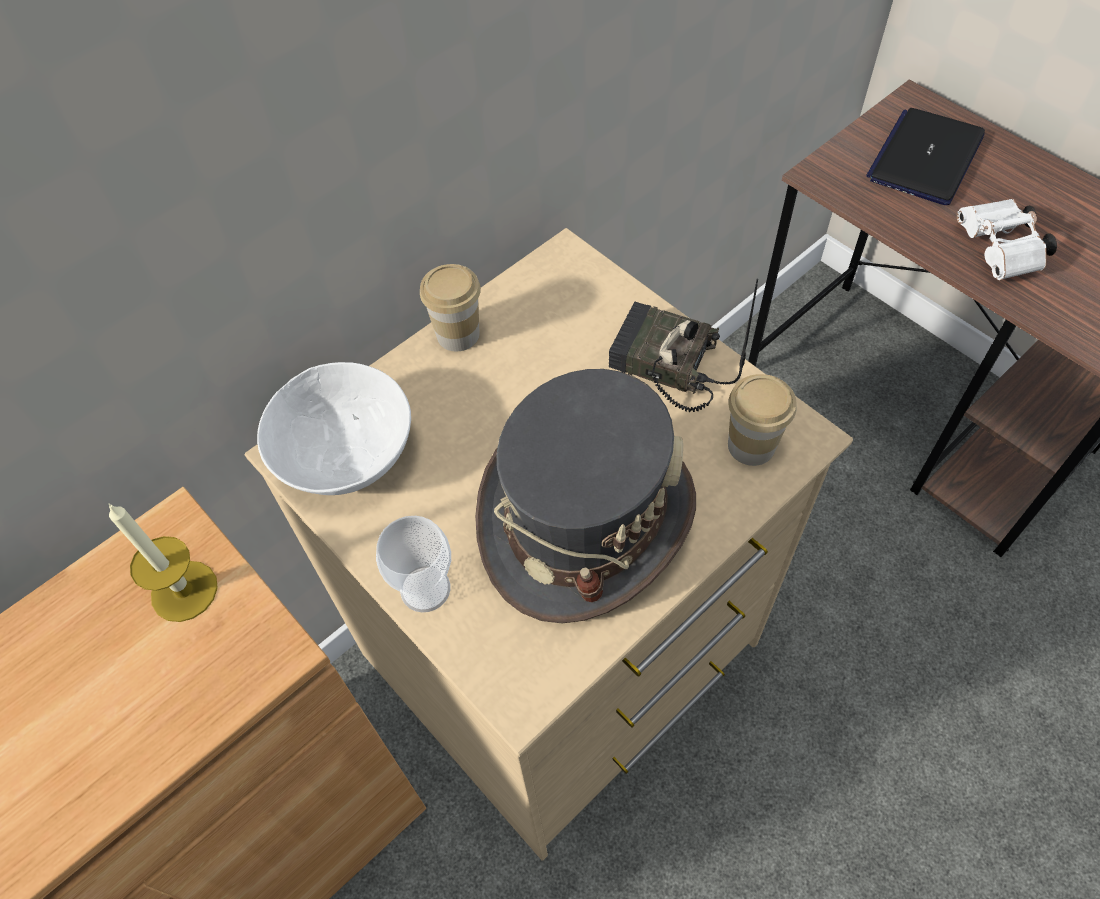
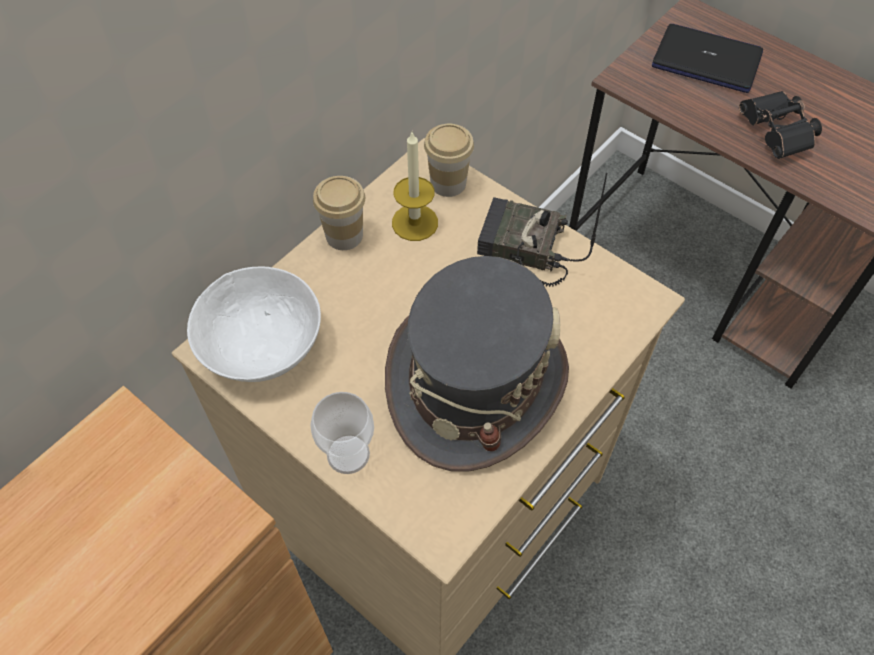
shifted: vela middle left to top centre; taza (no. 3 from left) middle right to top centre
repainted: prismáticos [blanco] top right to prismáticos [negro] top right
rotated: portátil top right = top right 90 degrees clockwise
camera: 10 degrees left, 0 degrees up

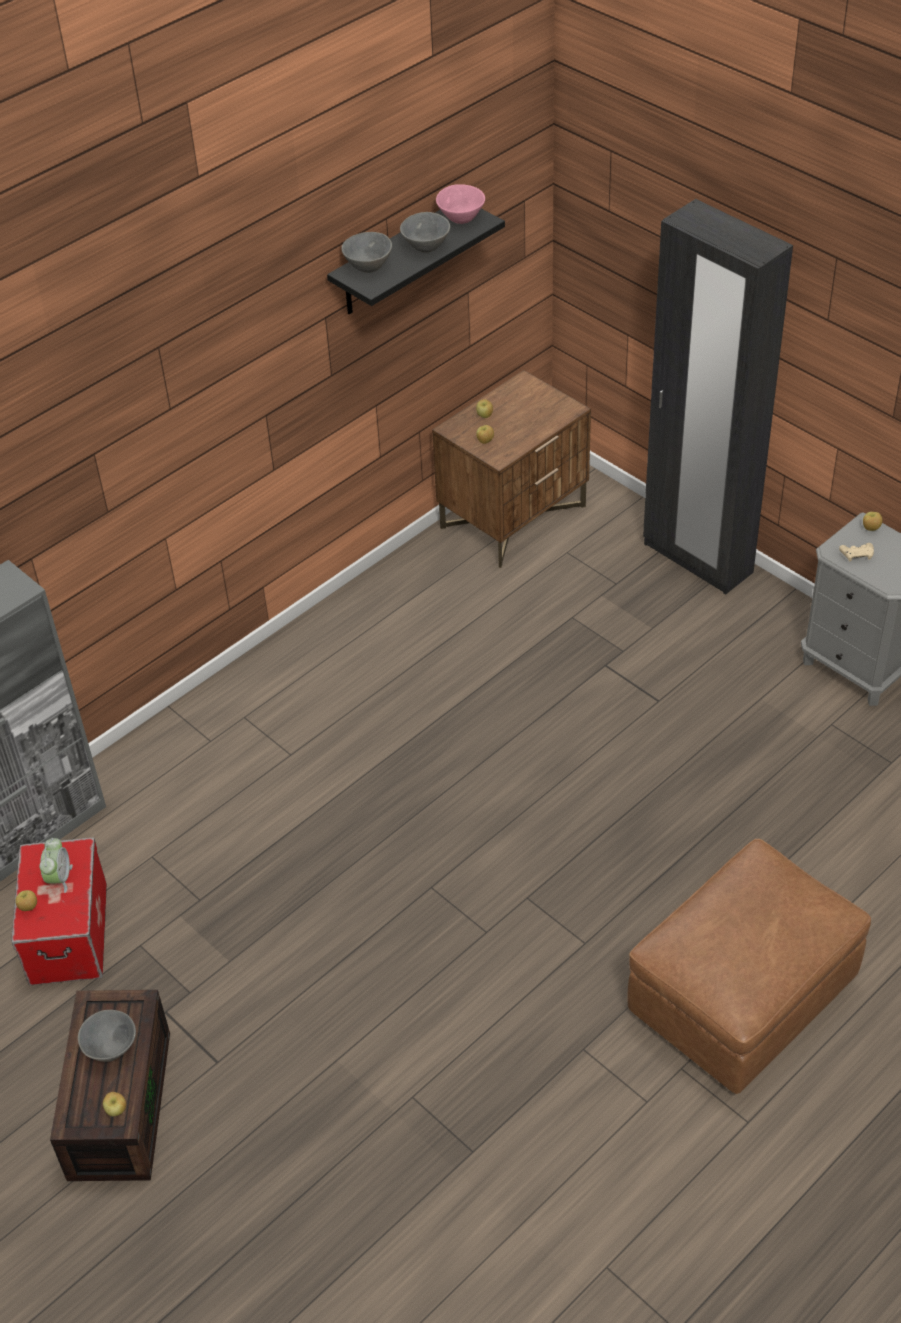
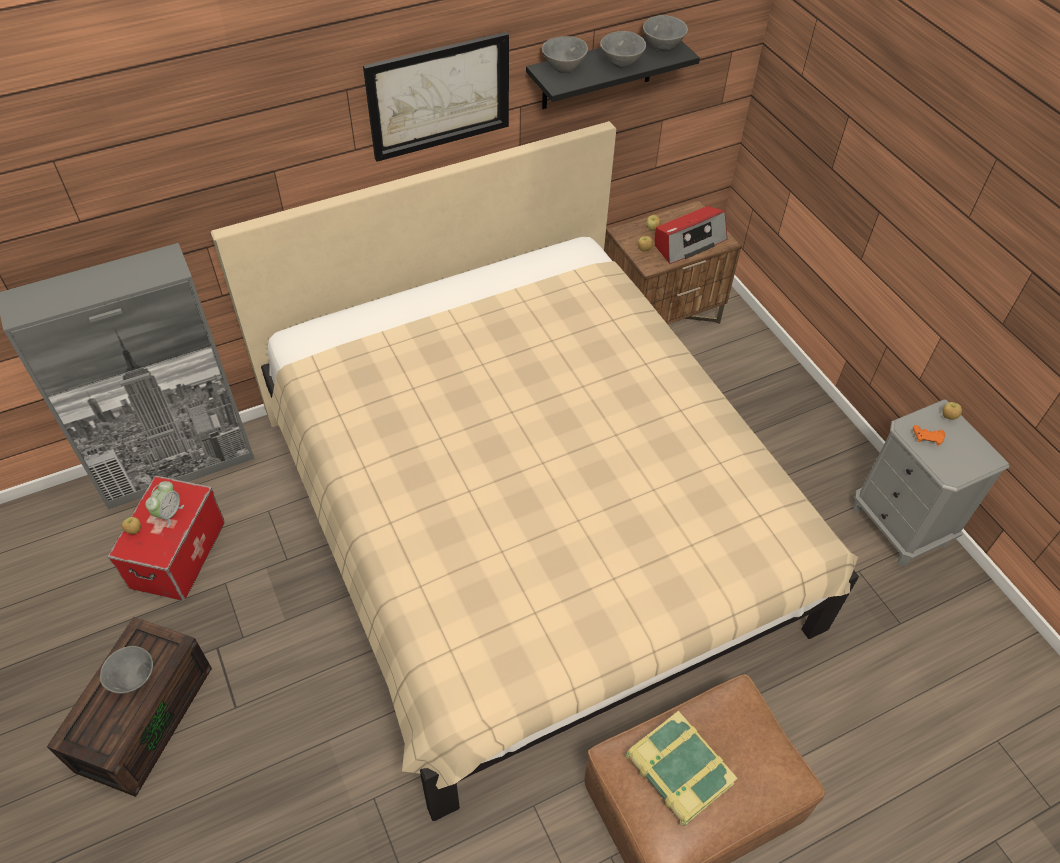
gone: manzana (no. 2 from left) bottom left; armario ropero [negro] top right
new: cama [beis] centre; cuadro top centre; libro bottom centre; radio top centre
repainted: cuenco [rosa] top centre to cuenco [gris] (no. 4 from left) top centre; mando de consola [beis] middle right to mando de consola [naranja] middle right
camera: 15 degrees right, 5 degrees up

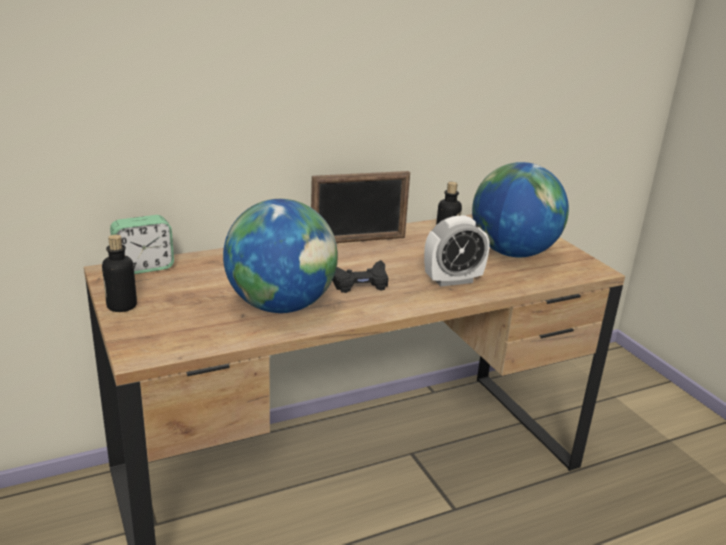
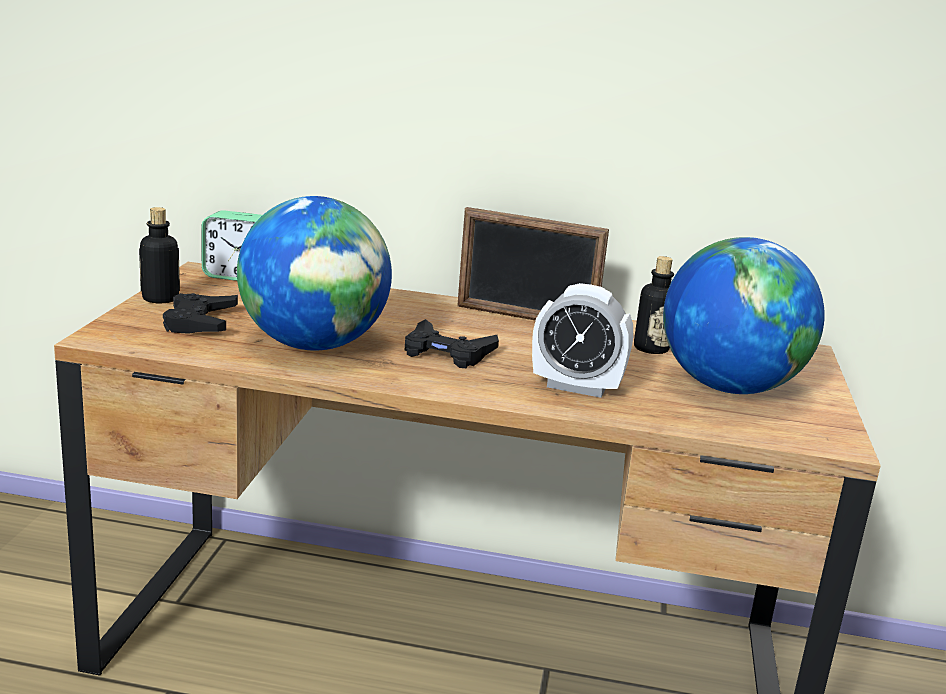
new: mando de consola [negro] (no. 1 from left) middle left
camera: 35 degrees right, 5 degrees down

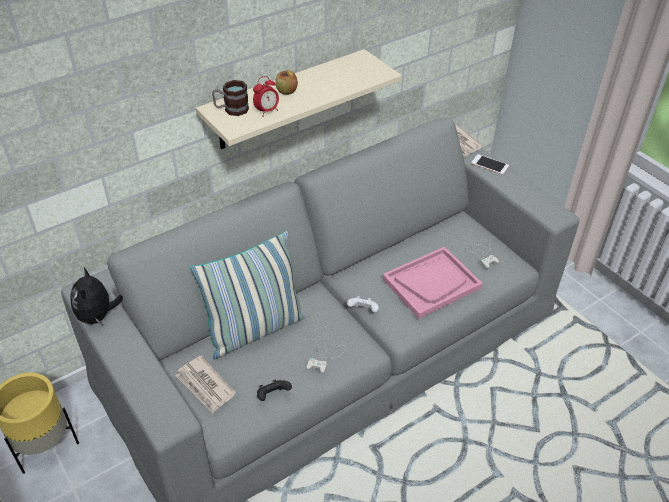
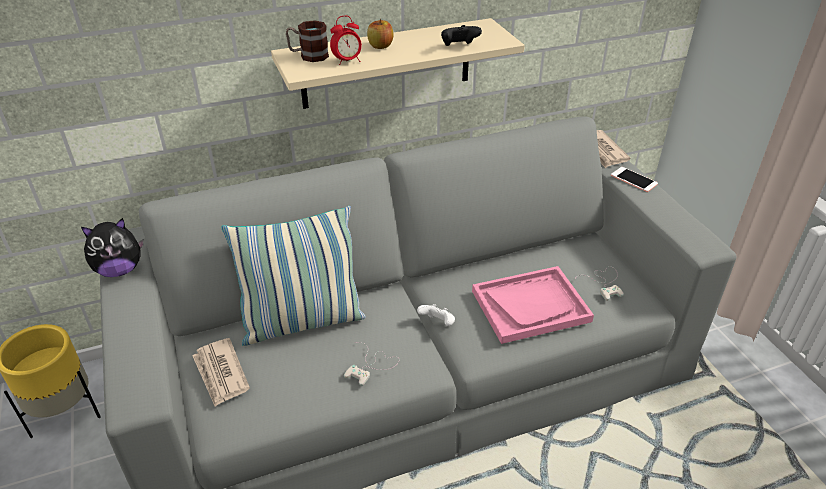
shifted: mando de consola [negro] bottom centre to top centre
rotated: peluche middle left = middle left 120 degrees counterclockwise
camera: 15 degrees right, 5 degrees down

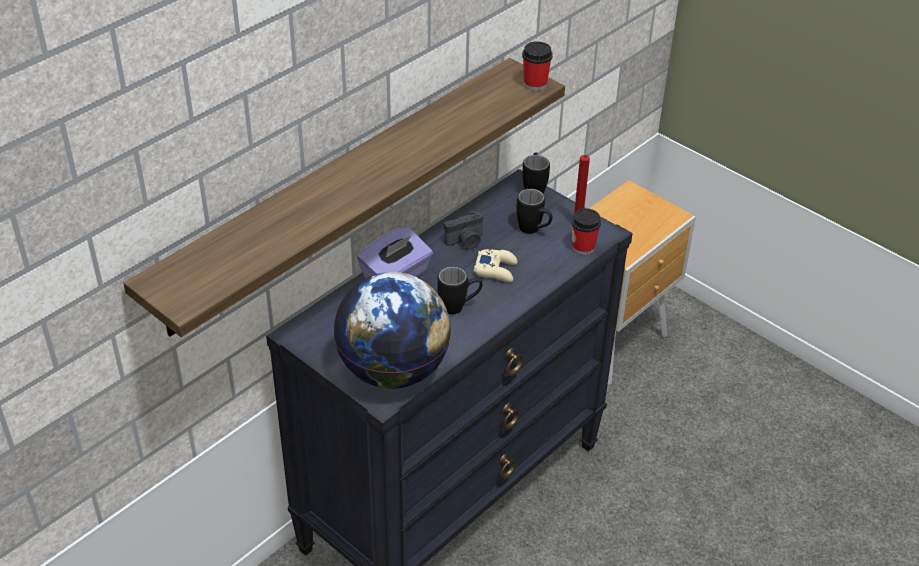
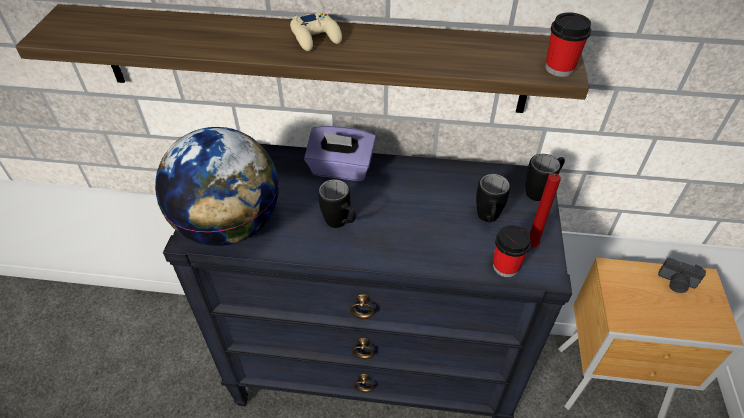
shifted: cámara centre to middle right; mando de consola [beis] centre to top centre
camera: 55 degrees right, 5 degrees up

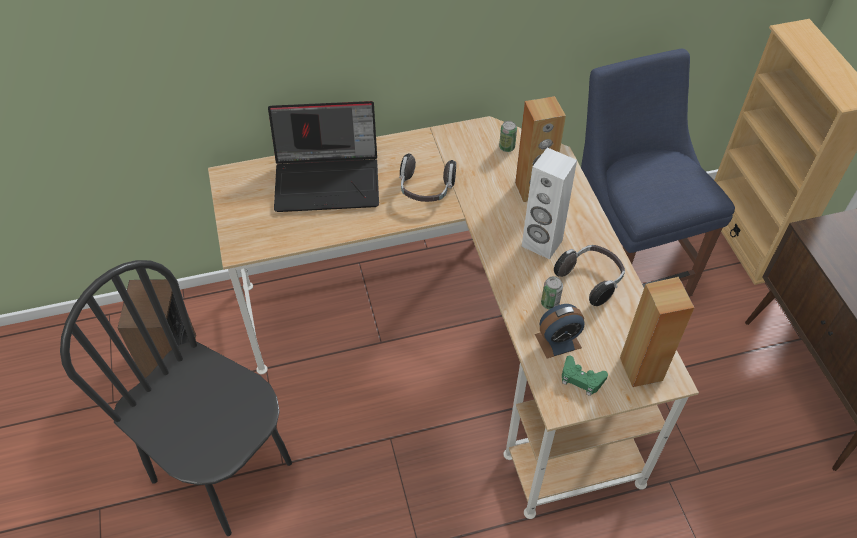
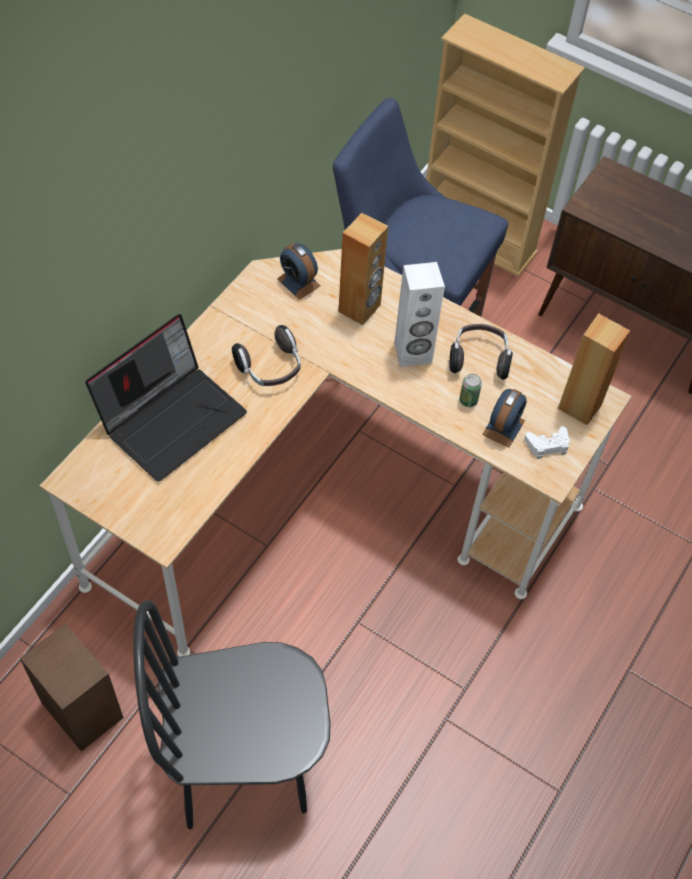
swapped: lata (no. 1 from left) top centre to despertador (no. 1 from left) top centre
repainted: mando de consola [verde] bottom right to mando de consola [blanco] middle right
camera: 45 degrees left, 5 degrees up

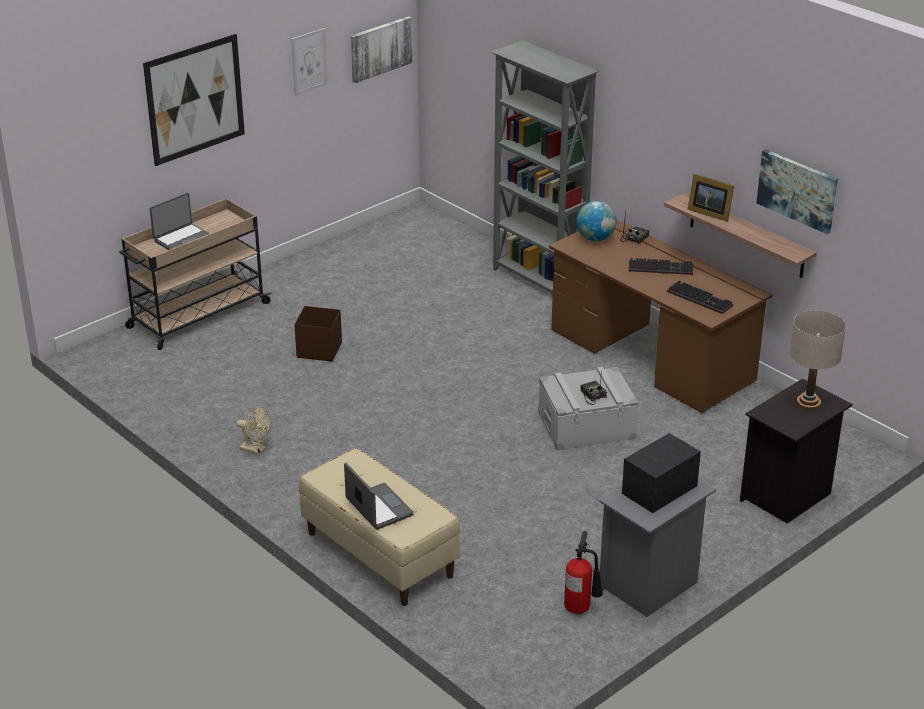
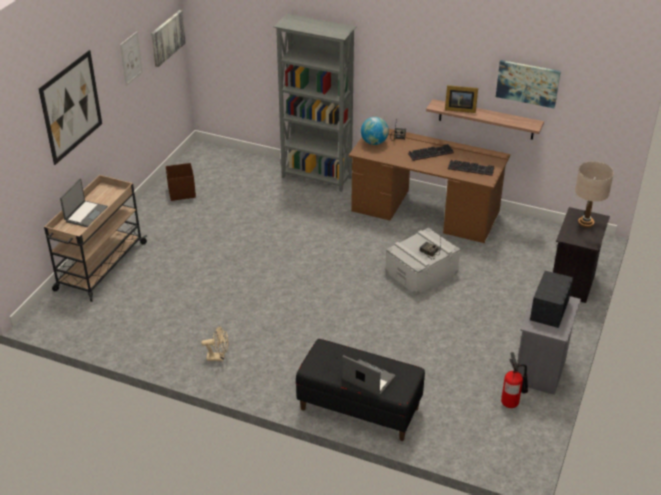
shifted: caja de almacenaje [marrón] centre to middle left
repainted: banco [beis] bottom centre to banco [negro] bottom centre
camera: 25 degrees left, 5 degrees up

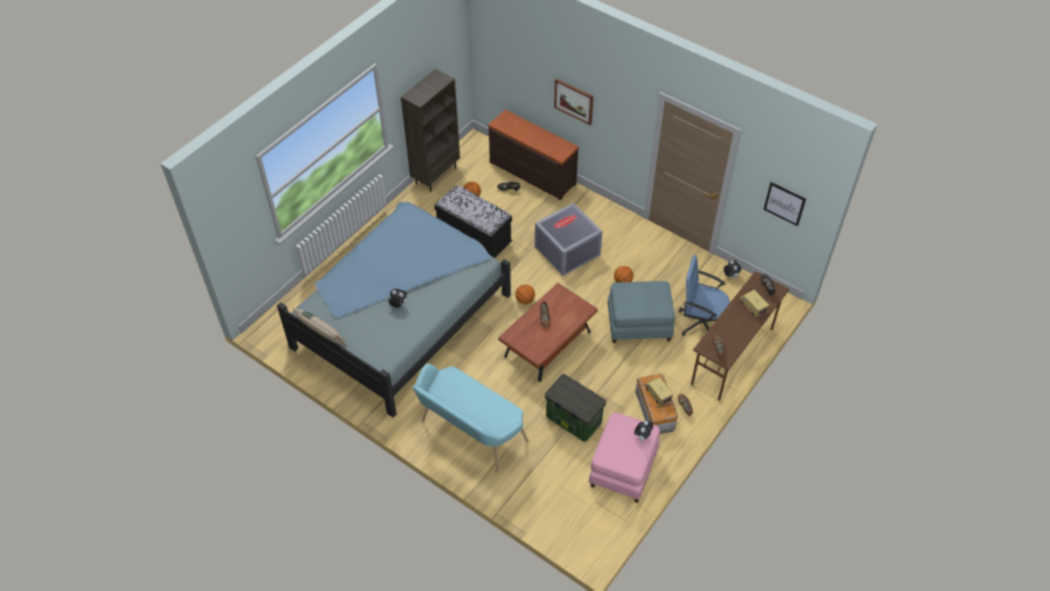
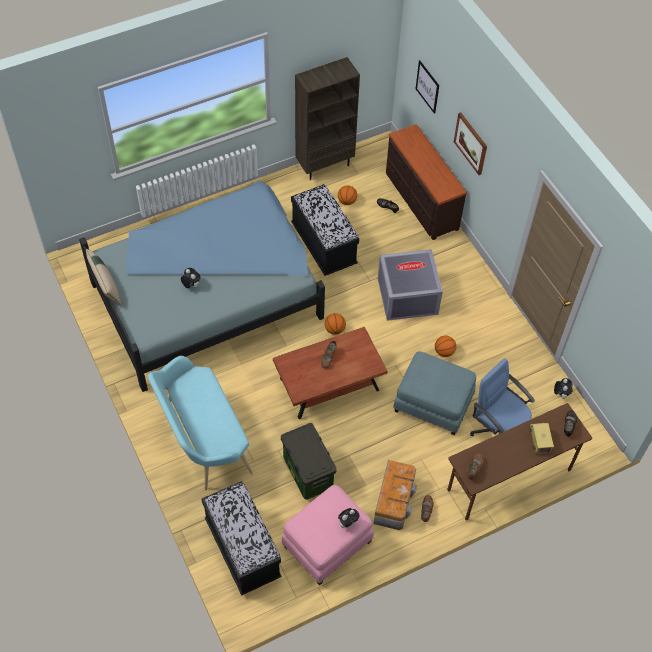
gone: camión de juguete (no. 1 from left) centre
new: banco [negro] (no. 1 from left) bottom centre
shifted: cuadro (no. 2 from left in the first image) middle right to cuadro (no. 1 from left) top centre
camera: 25 degrees right, 5 degrees up

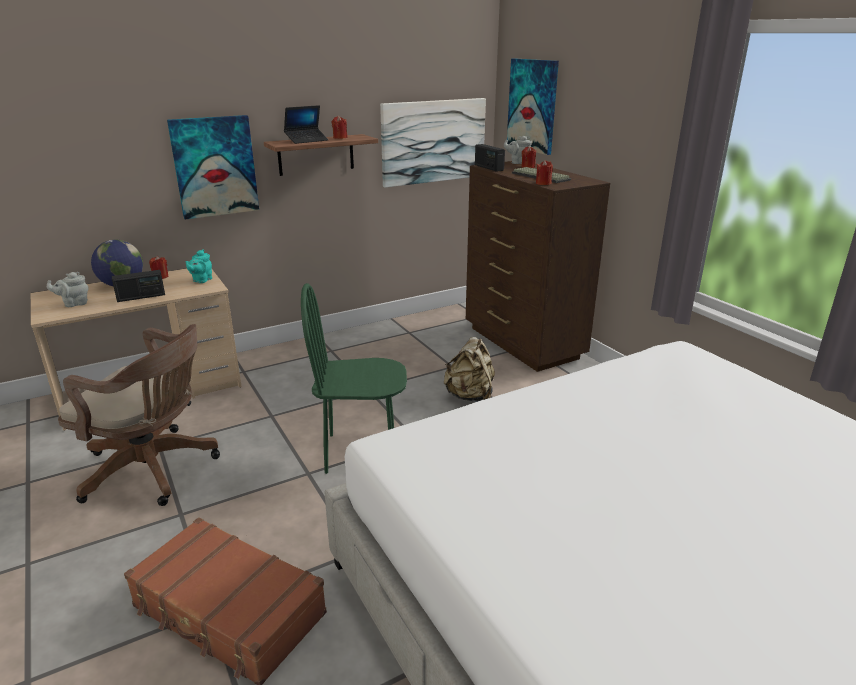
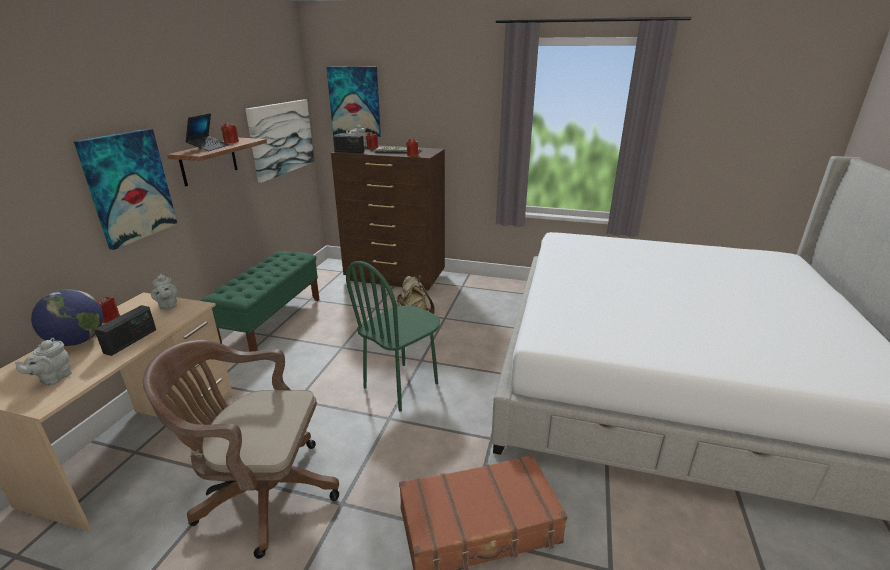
new: banco [verde] middle left
repainted: tetera [turquesa] middle left to tetera [gris] (no. 2 from left) middle left
rotated: silla de oficina [marrón] middle left = bottom left 150 degrees counterclockwise
camera: 45 degrees left, 0 degrees up

